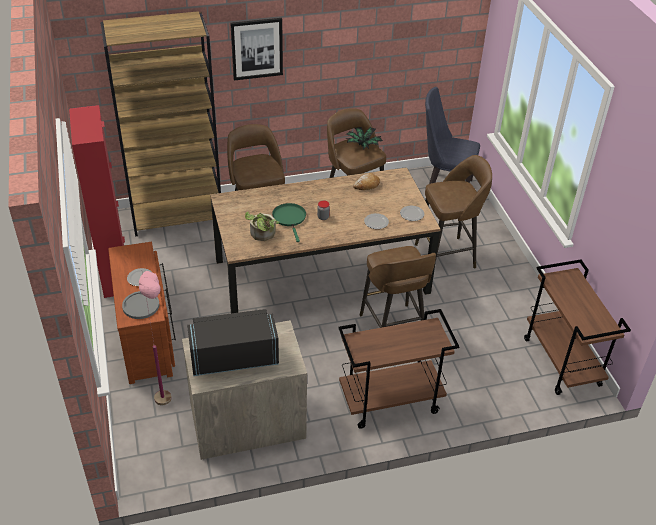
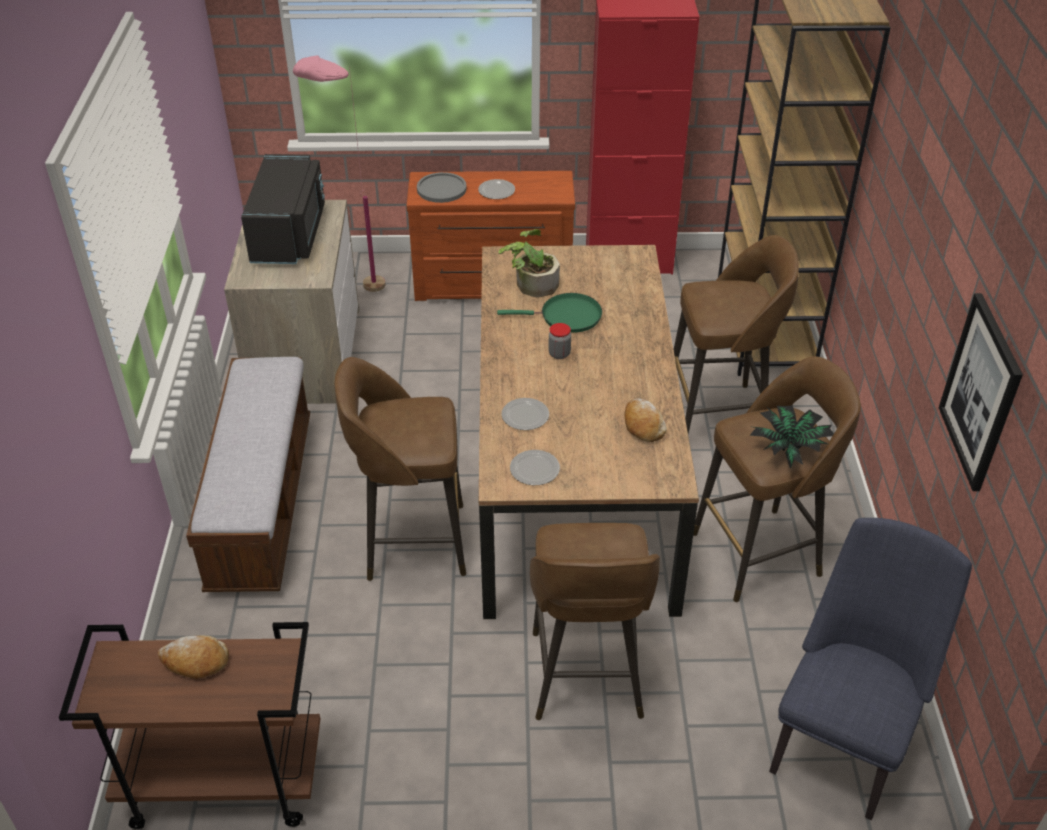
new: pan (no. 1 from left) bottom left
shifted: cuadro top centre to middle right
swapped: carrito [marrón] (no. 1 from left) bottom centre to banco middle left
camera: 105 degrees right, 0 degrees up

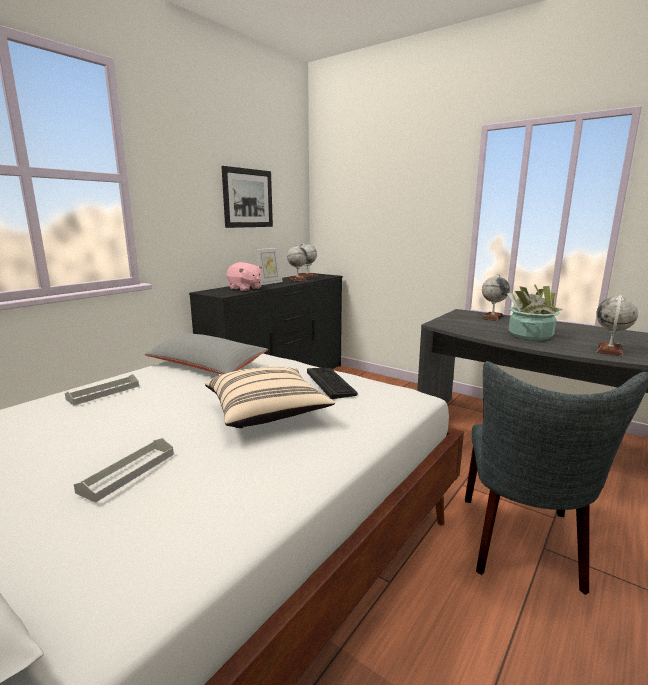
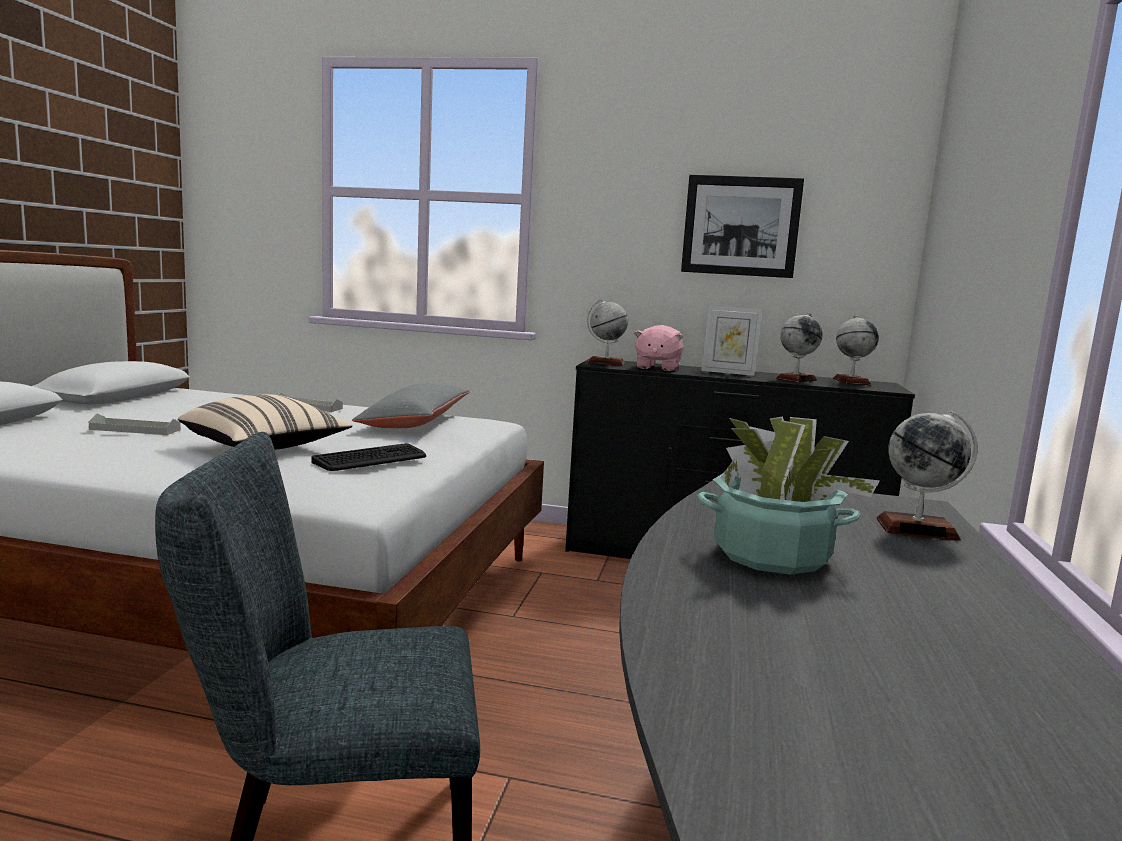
shifted: globo terráqueo (no. 4 from left in the first image) middle right to globo terráqueo (no. 1 from left) centre
camera: 65 degrees right, 5 degrees down

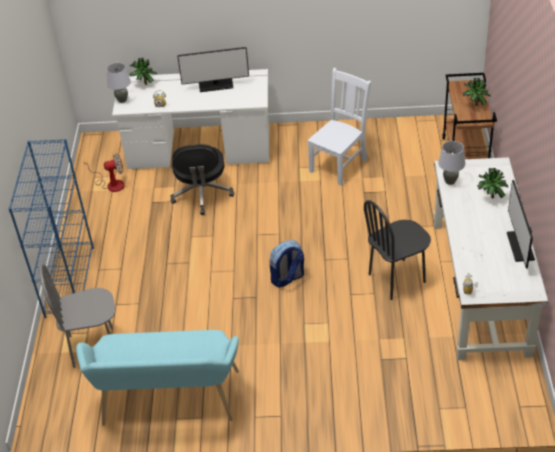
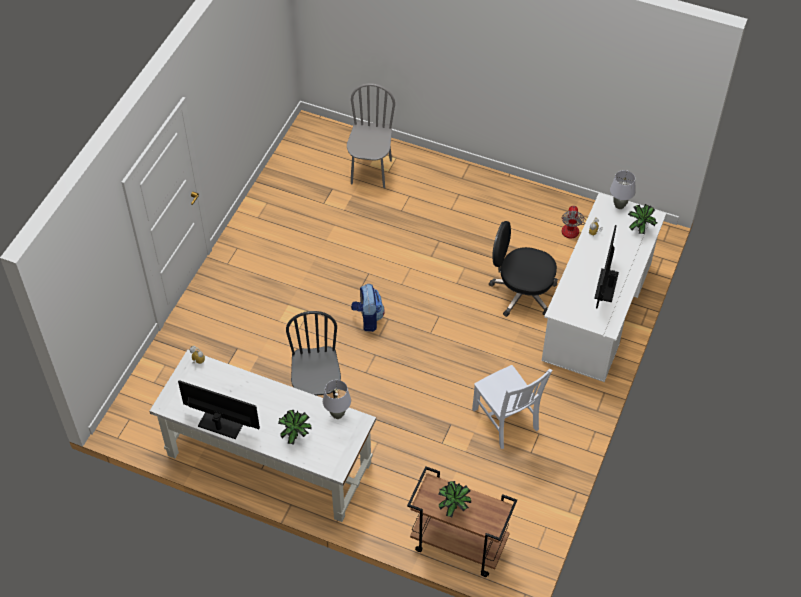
gone: estantería [azul] middle left; banco [turquesa] bottom left
camera: 110 degrees right, 10 degrees up

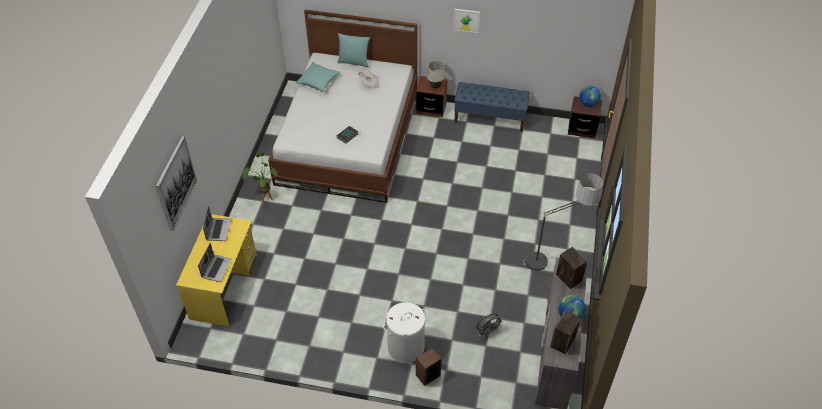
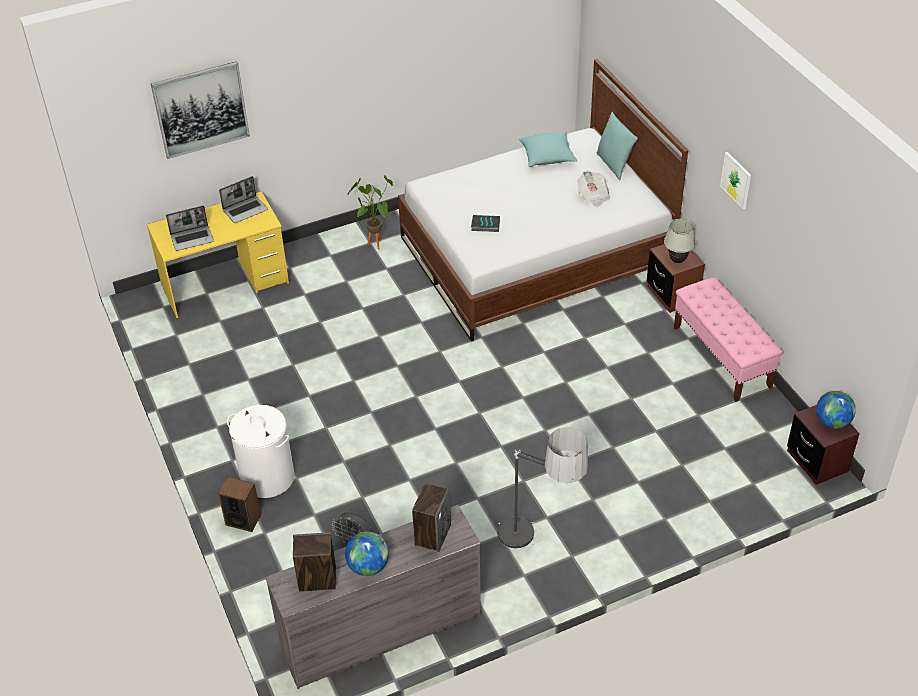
repainted: banco [azul] top centre to banco [rosa] middle right
camera: 55 degrees right, 5 degrees down

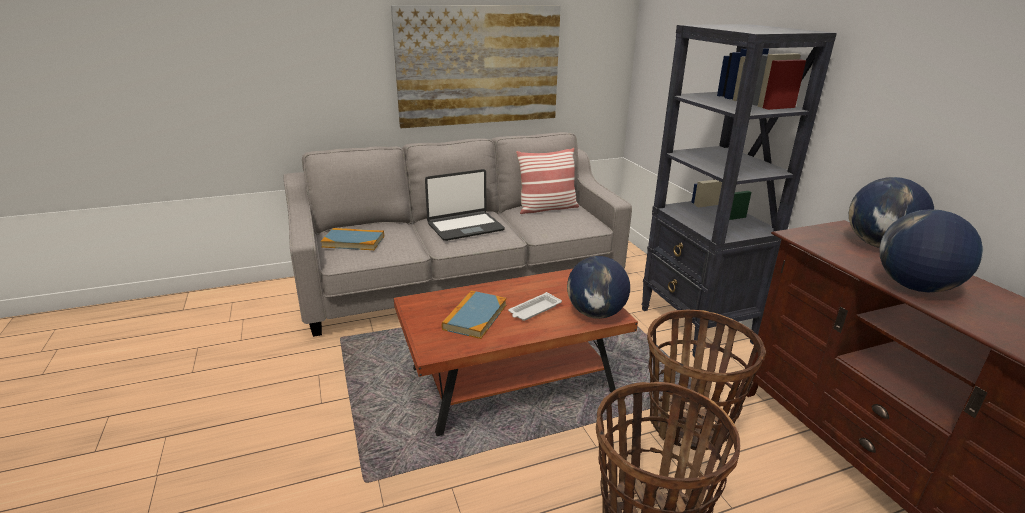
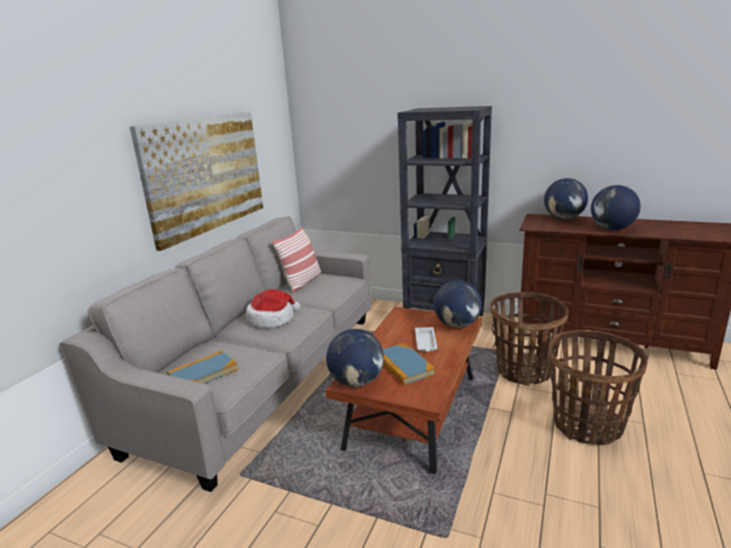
new: globo terráqueo (no. 1 from left) centre
swapped: portátil centre to sombrero centre
camera: 45 degrees left, 5 degrees down

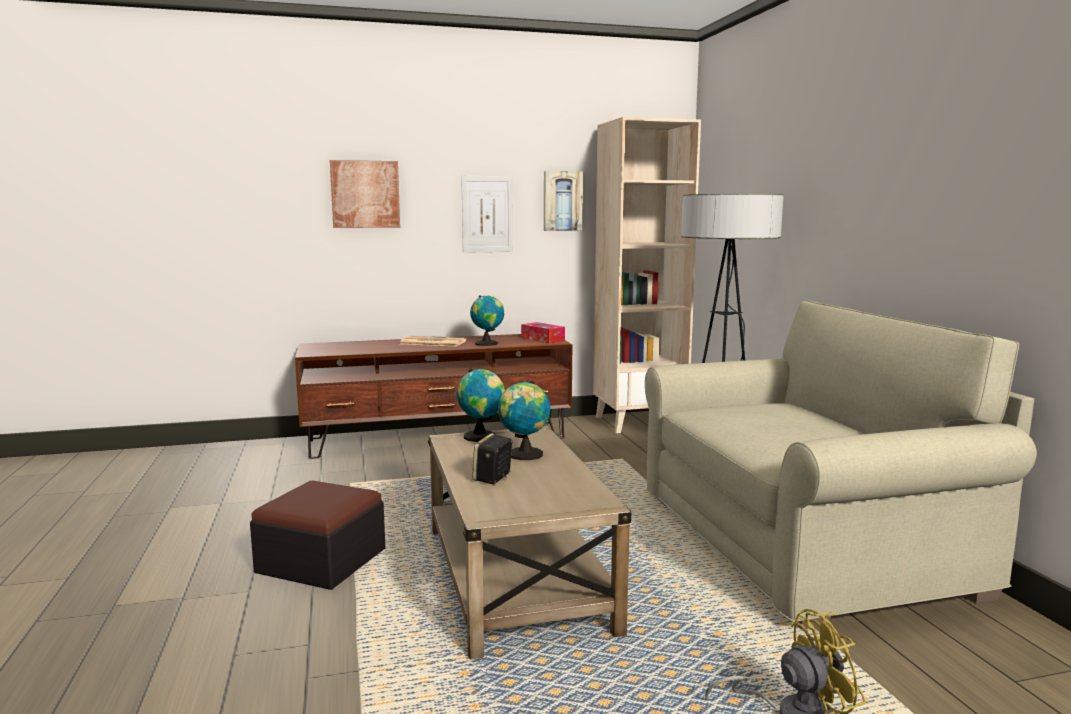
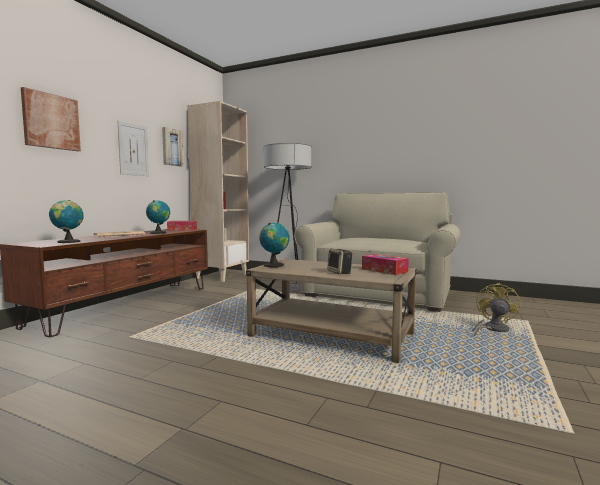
gone: puf bottom left
new: caja de pañuelos (no. 2 from left) centre
shifted: globo terráqueo (no. 3 from left in the first image) centre to globo terráqueo (no. 1 from left) middle left
camera: 50 degrees left, 5 degrees down

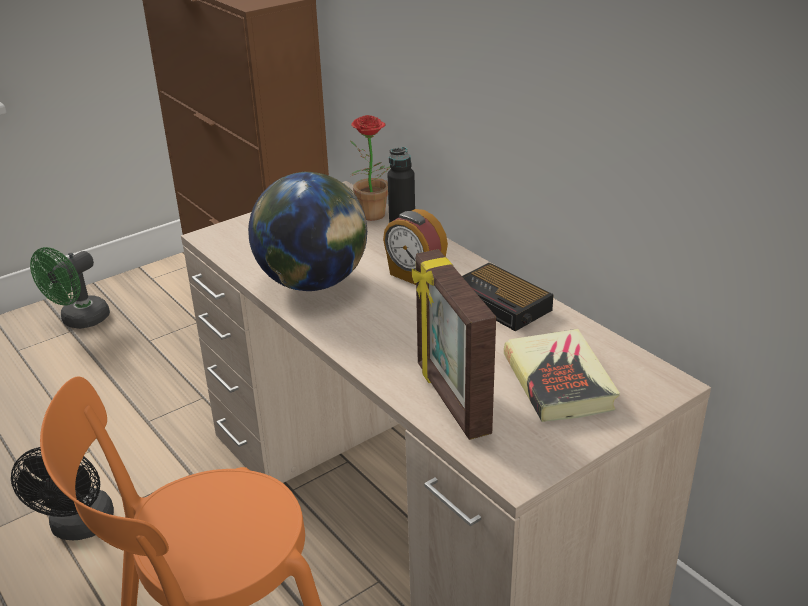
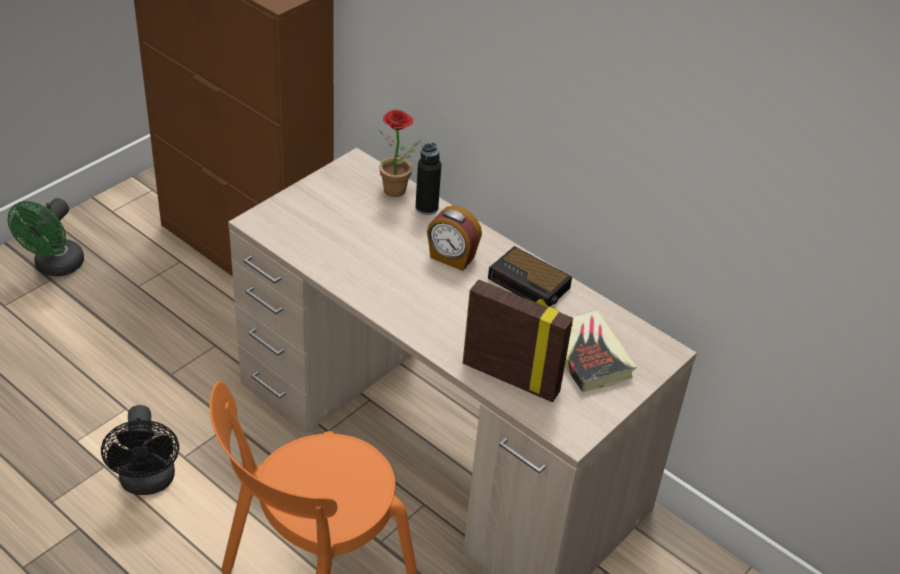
gone: globo terráqueo centre
rotated: portarretratos centre = centre 150 degrees clockwise
camera: 15 degrees left, 10 degrees up

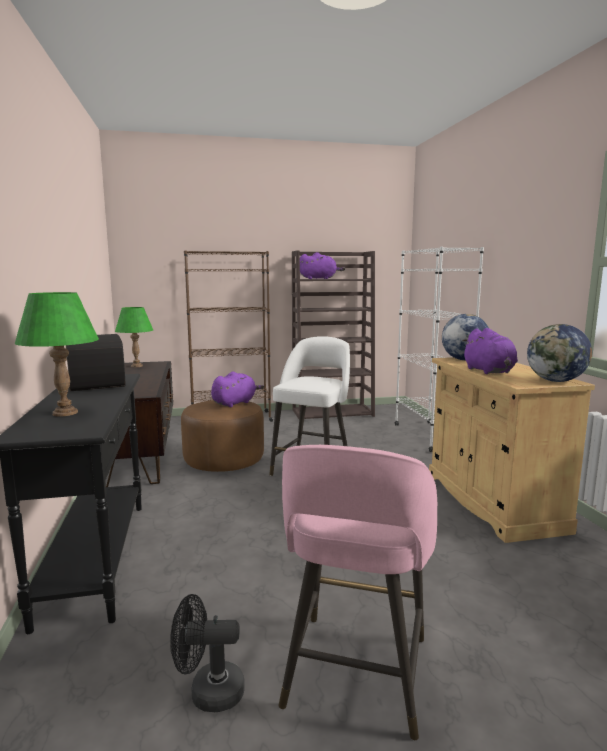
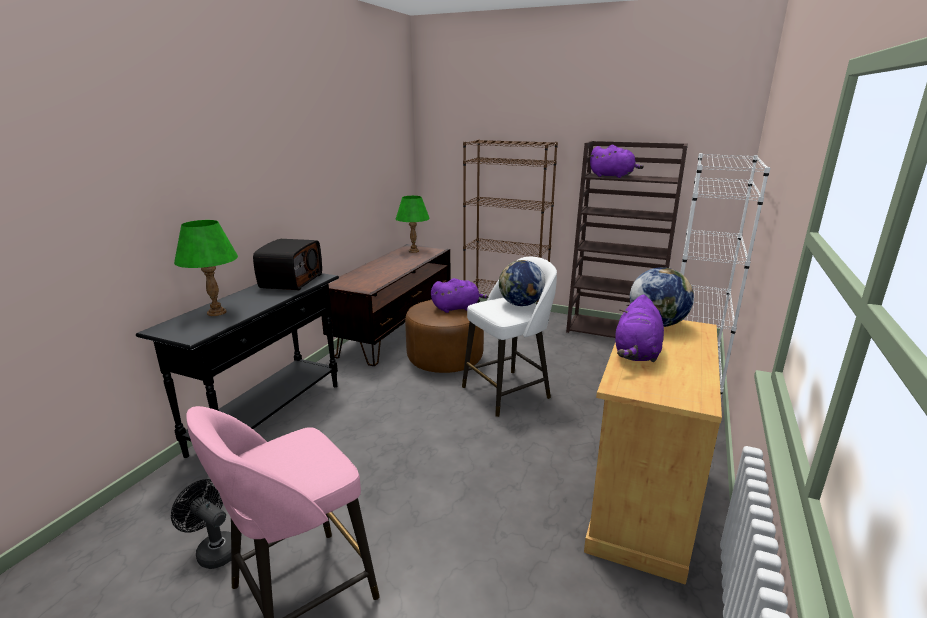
shifted: globo terráqueo (no. 2 from left in the first image) middle right to globo terráqueo (no. 1 from left) centre
camera: 35 degrees right, 10 degrees up

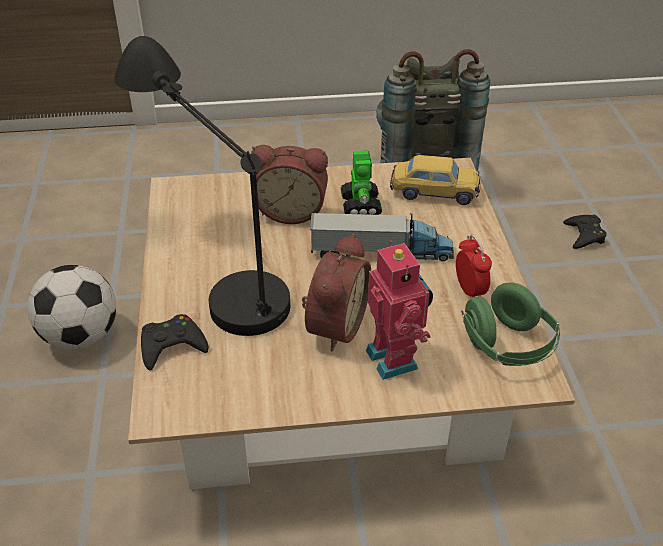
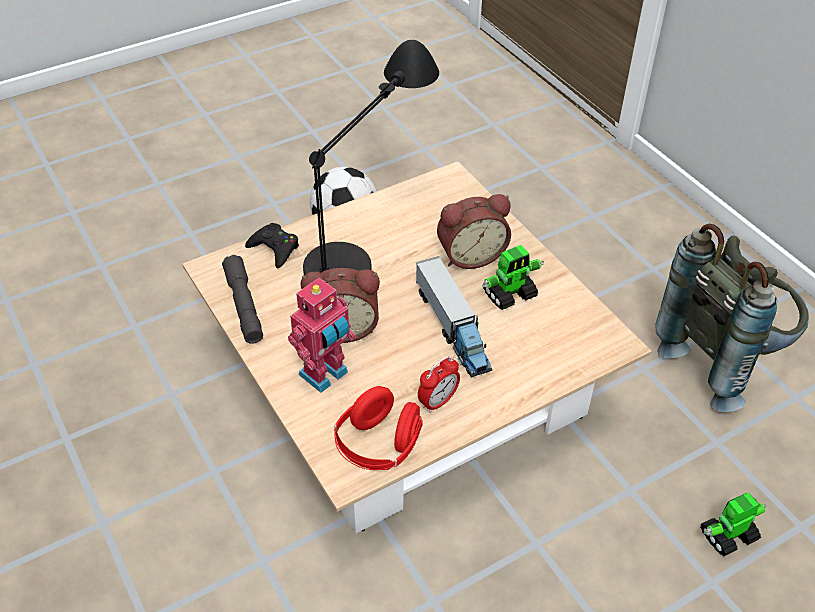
gone: coche de juguete top centre
new: linterna [gris] middle left
swapped: mando de consola [negro] (no. 2 from left) middle right to robot de juguete (no. 3 from left) bottom right
repainted: auriculares [verde] middle right to auriculares [rojo] bottom centre
rotated: despertador (no. 1 from left in the first image) centre = centre 90 degrees counterclockwise
camera: 65 degrees right, 5 degrees up

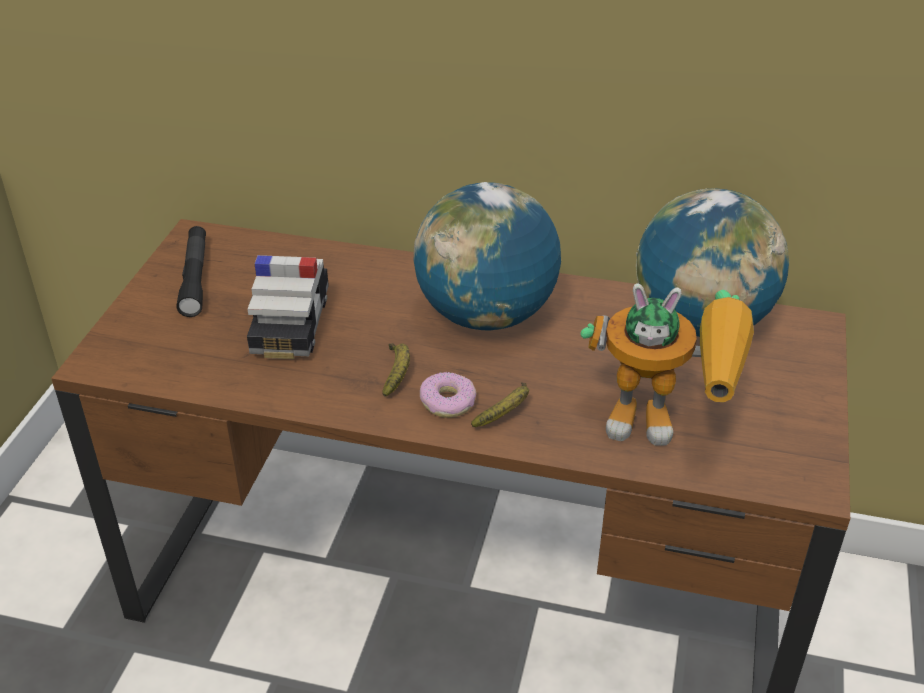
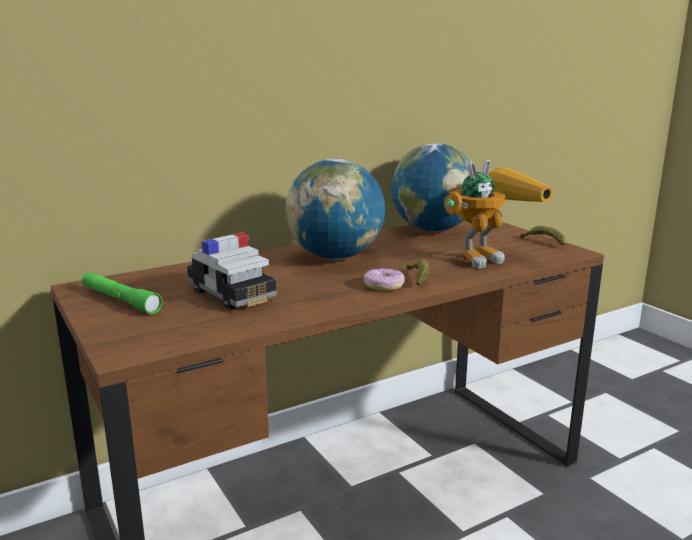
shifted: plátano (no. 1 from left in the first image) centre to plátano (no. 2 from left) middle right
repainted: linterna [negro] middle left to linterna [verde] middle left
camera: 45 degrees left, 20 degrees down

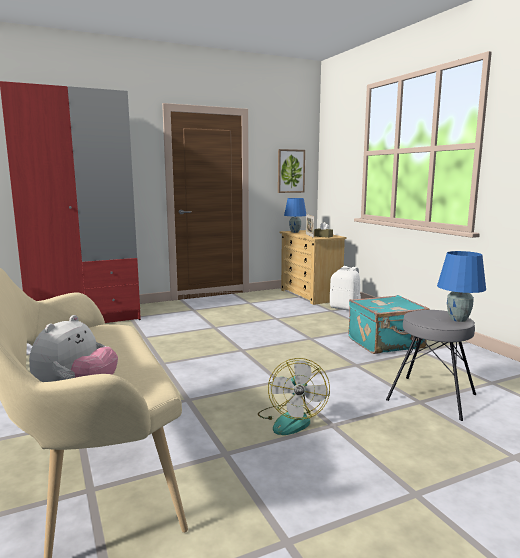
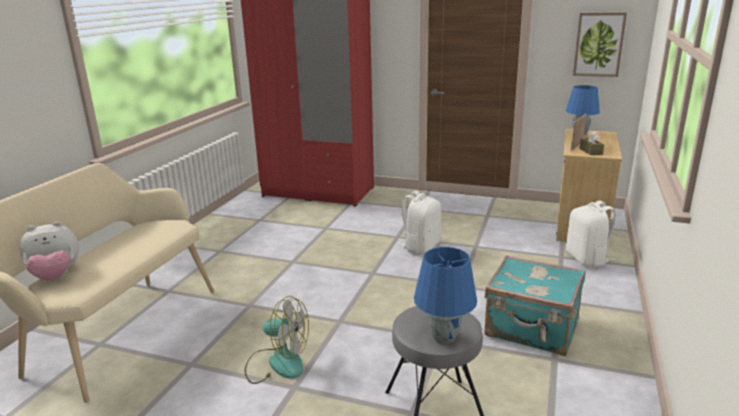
new: mochila [blanco] (no. 1 from left) centre
rotated: ventilador bottom centre = bottom centre 120 degrees counterclockwise
camera: 45 degrees right, 10 degrees up

